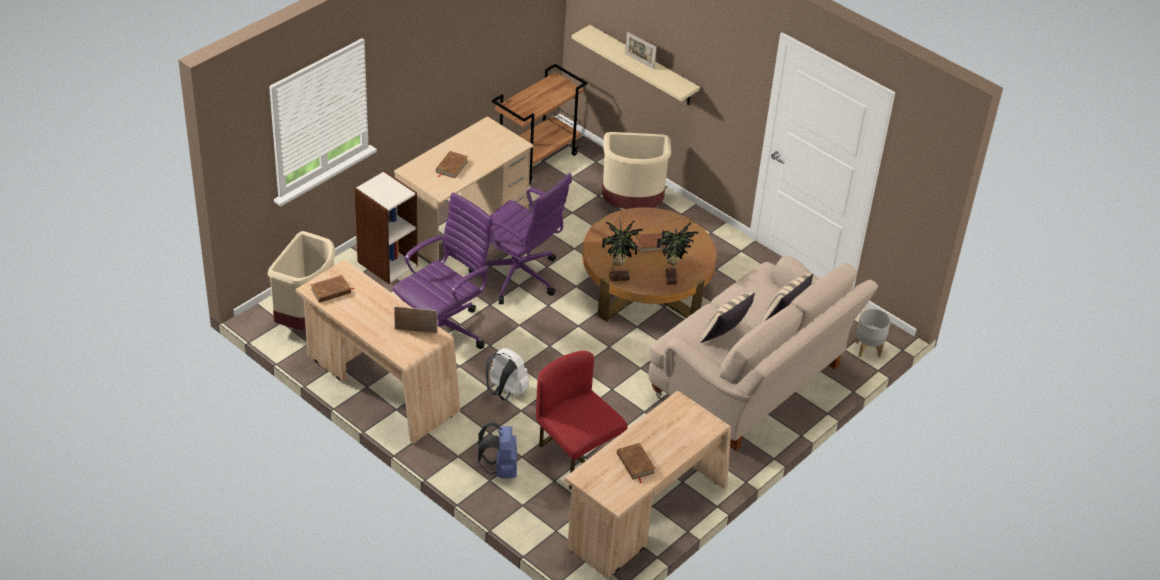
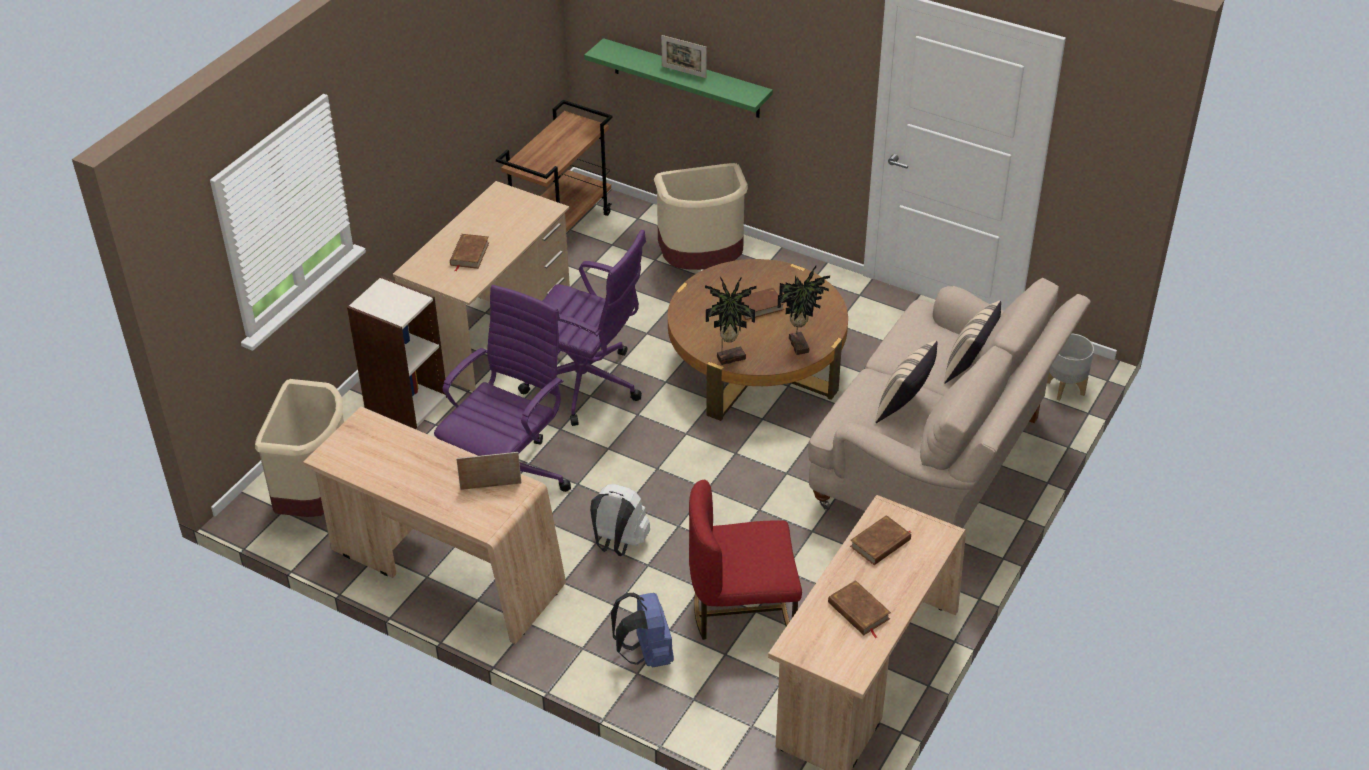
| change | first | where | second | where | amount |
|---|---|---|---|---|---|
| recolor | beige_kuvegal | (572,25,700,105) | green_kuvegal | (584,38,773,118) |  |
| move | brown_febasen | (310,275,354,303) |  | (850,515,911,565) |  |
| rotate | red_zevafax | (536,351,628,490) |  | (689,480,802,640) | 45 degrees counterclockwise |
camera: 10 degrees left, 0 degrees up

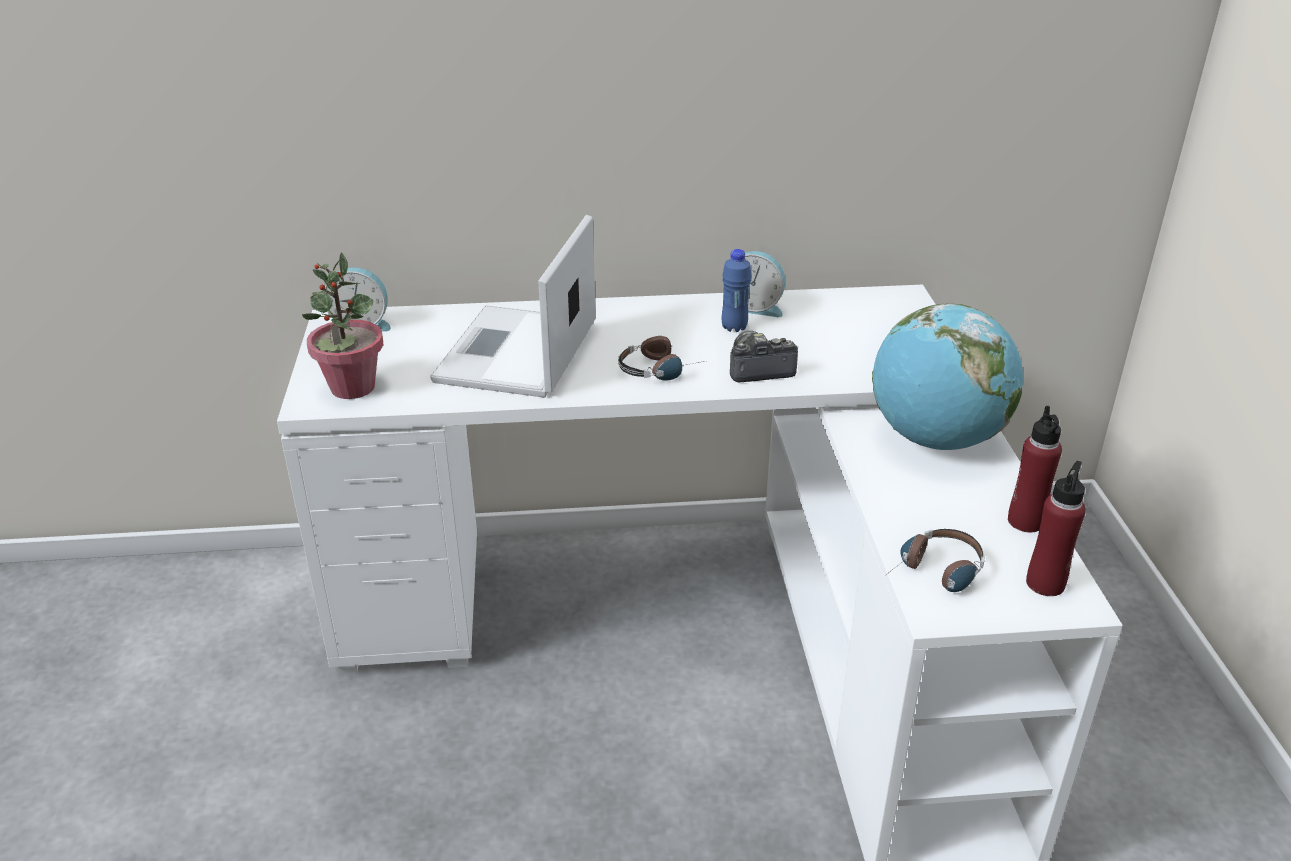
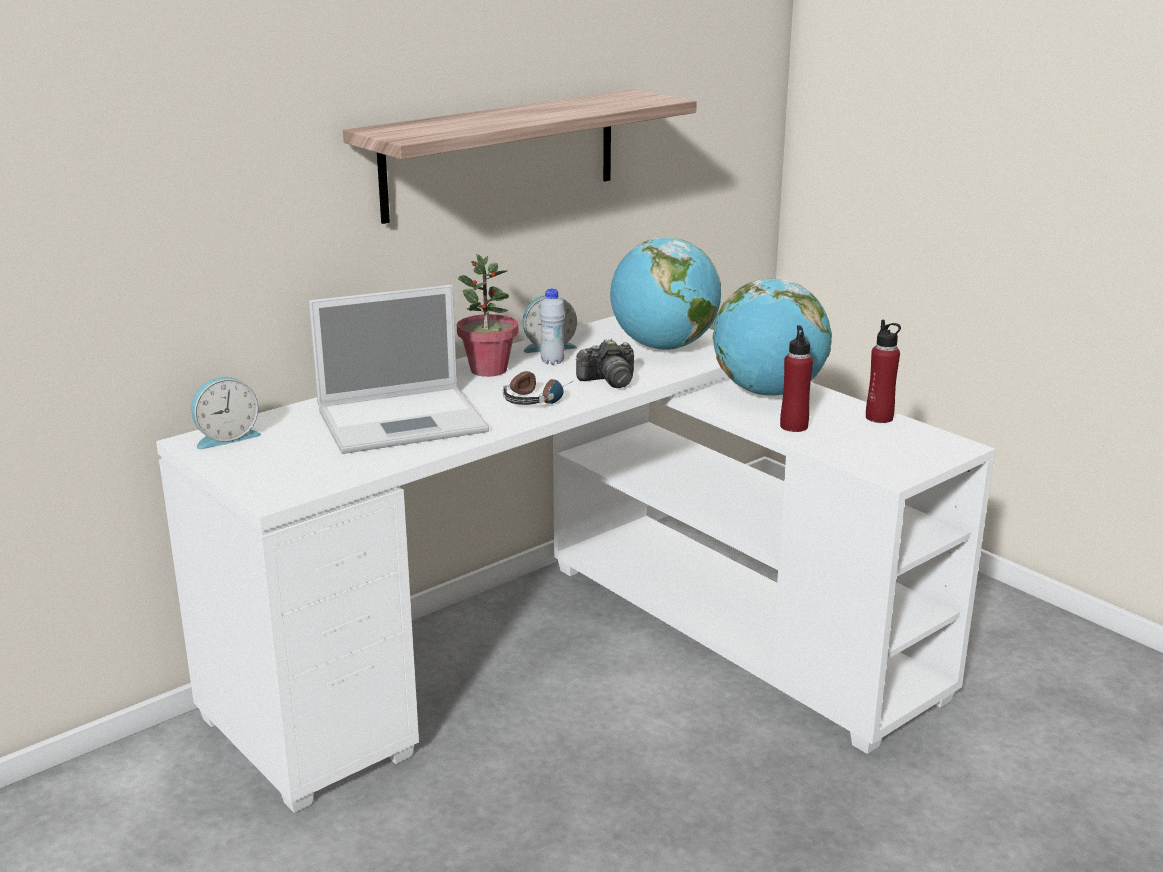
| change | first | where | second | where | amount |
|---|---|---|---|---|---|
| rotate | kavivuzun | (430,215,596,398) |  | (309,285,489,454) | 90 degrees counterclockwise |
| recolor | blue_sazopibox | (722,249,751,332) | white_sazopibox | (539,289,565,365) |  |
| move | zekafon | (302,252,383,399) |  | (457,254,518,377) |  |
| rotate | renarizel | (730,331,798,382) |  | (576,339,634,388) | 150 degrees counterclockwise |
| move | red_sazopibox | (1026,461,1086,596) |  | (780,325,813,432) |  |
| delete | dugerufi | (885,529,985,592) |  |  |  |
| insert |  |  | kuvegal | (343,90,697,224) |  |
| insert |  |  | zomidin | (610,237,721,350) |  |
camera: 35 degrees left, 10 degrees down

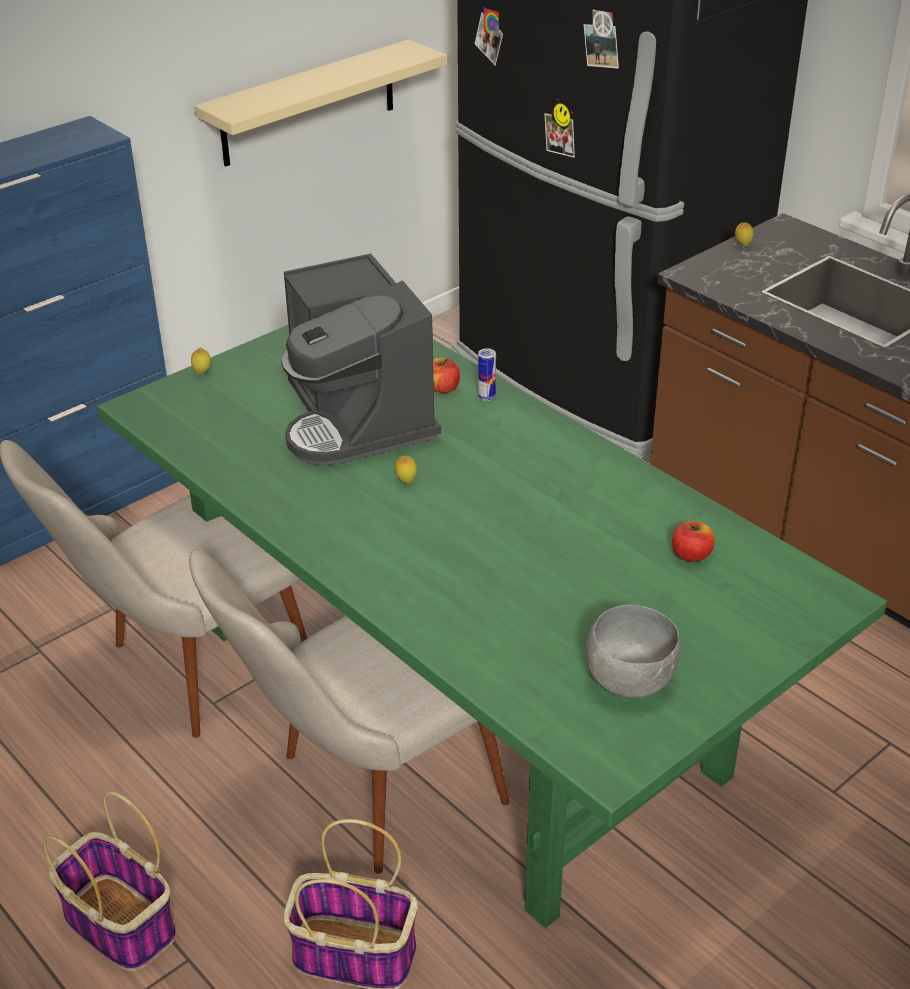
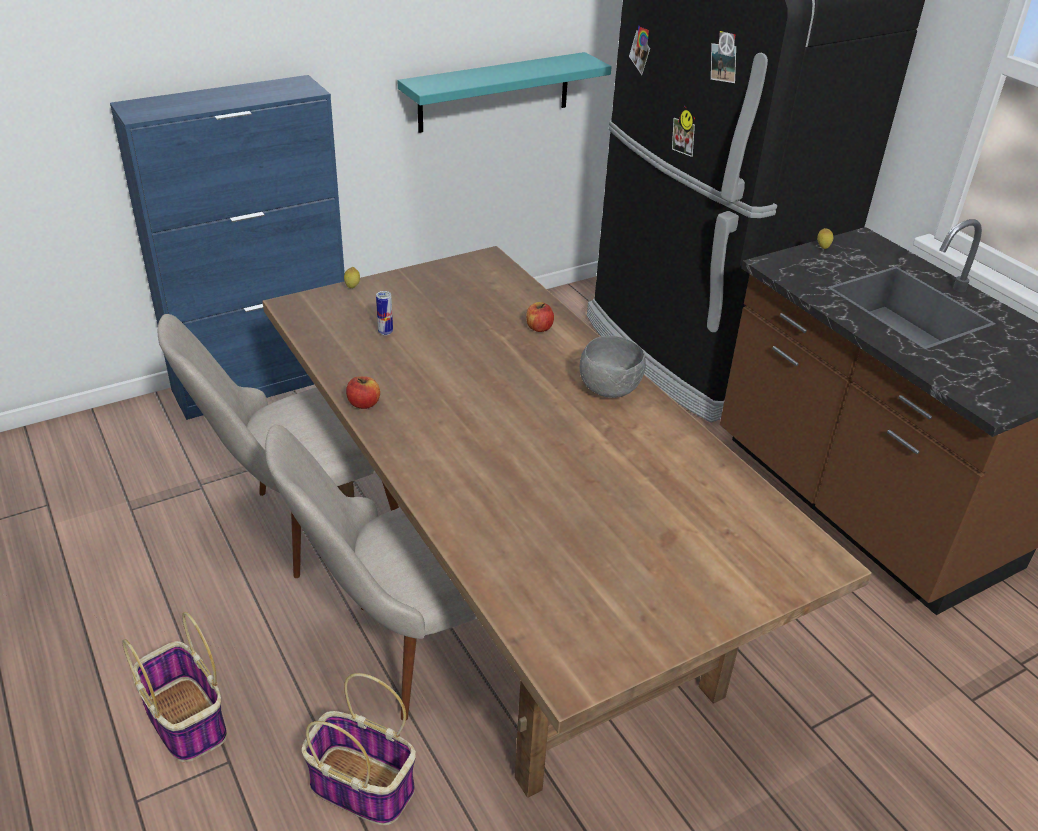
| change | first | where | second | where | amount |
|---|---|---|---|---|---|
| recolor | beige_kuvegal | (194,39,447,167) | turquoise_kuvegal | (397,52,612,133) |  |
| delete | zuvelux | (281,253,441,466) |  |  |  |
| recolor | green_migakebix | (97,325,887,928) | brown_migakebix | (262,246,872,798) |  |
| move | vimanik | (478,348,496,401) |  | (376,291,393,335) |  |
| delete | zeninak | (395,455,417,484) |  |  |  |
| move | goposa | (672,521,715,562) |  | (346,376,380,409) |  |
| move | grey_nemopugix | (585,605,681,698) |  | (579,335,646,398) |  |
camera: 10 degrees right, 0 degrees up

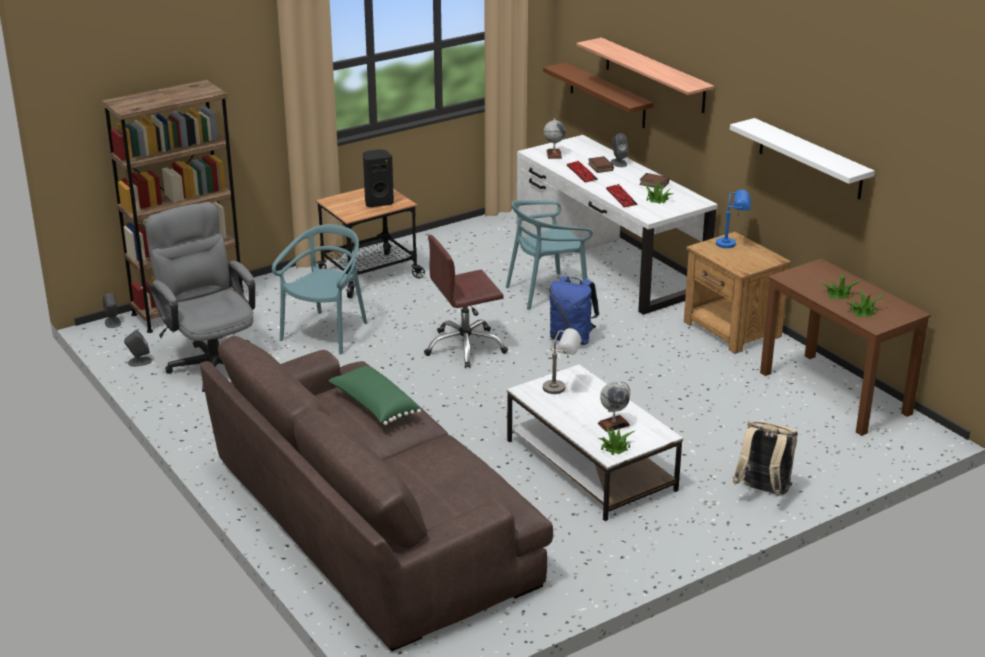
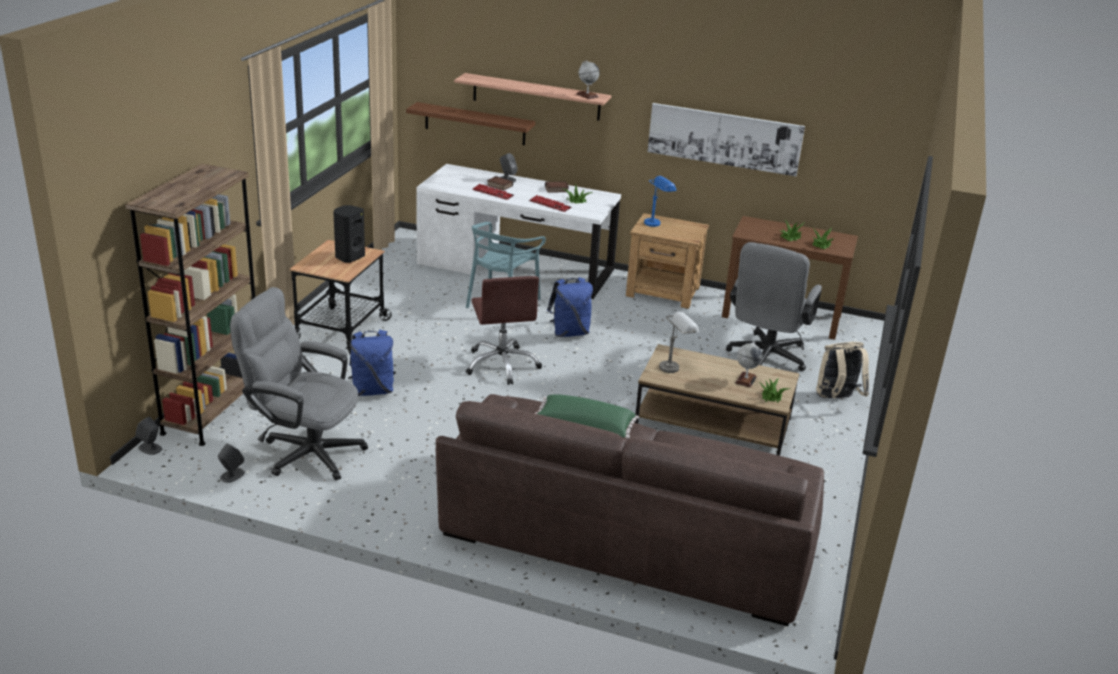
| change | first | where | second | where | amount |
|---|---|---|---|---|---|
| move | zomidin | (544,118,566,159) |  | (577,60,600,99) |  |
| replace | white_kuvegal | (730,118,875,200) | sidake | (648,103,805,176) |  |
| replace | turquoise_zevafax | (272,224,367,354) | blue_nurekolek | (348,330,396,396) |  |
| rotate | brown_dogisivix | (424,235,508,368) |  | (466,276,542,385) | 45 degrees counterclockwise |
| recolor | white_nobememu | (507,364,683,521) | brown_nobememu | (635,344,800,456) |  |
| insert |  |  | grey_dogisivix | (726,242,822,371) |  |
camera: 40 degrees left, 0 degrees up

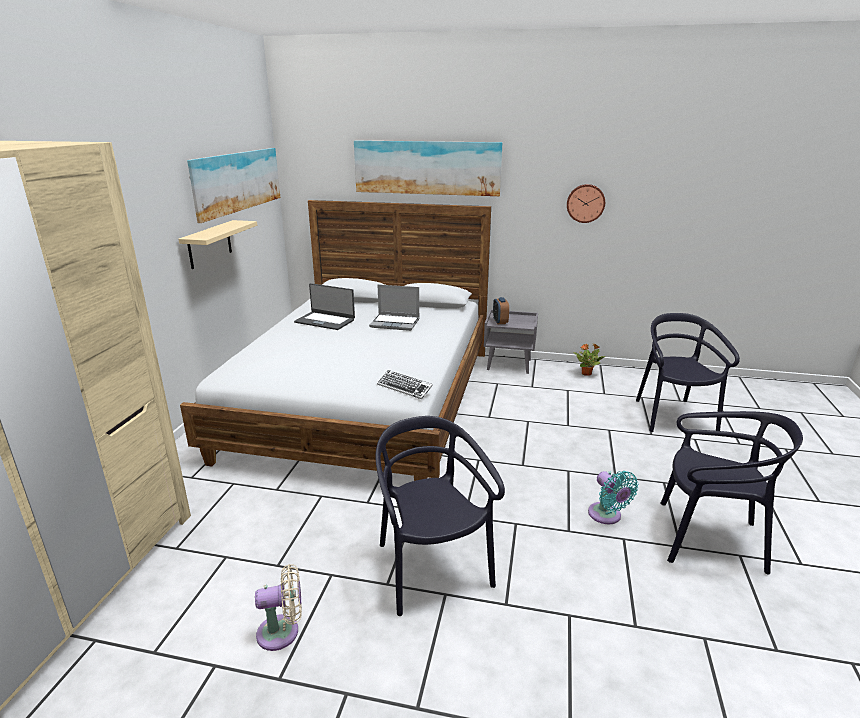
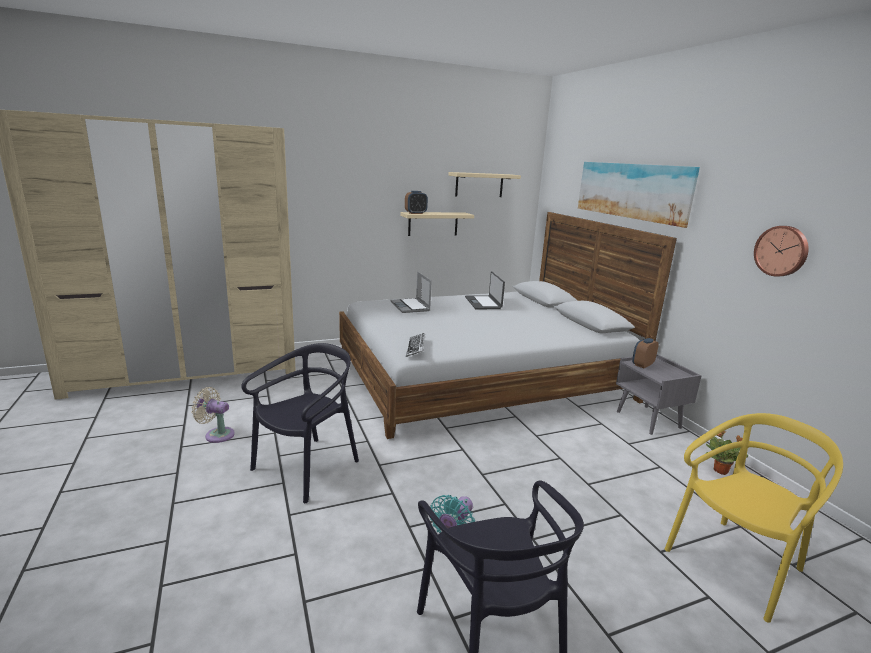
| change | first | where | second | where | amount |
|---|---|---|---|---|---|
| replace | sidake | (187,148,280,223) | beige_kuvegal | (448,172,521,197) |  |
| move | kavivuzun | (369,285,420,331) |  | (390,271,432,313) |  |
| recolor | black_zevafax | (636,313,740,432) | yellow_zevafax | (665,413,843,623) |  |
| rotate | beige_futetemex | (255,564,302,651) |  | (192,387,235,443) | 150 degrees clockwise |
| insert |  |  | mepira | (405,191,428,214) |  |
camera: 55 degrees right, 5 degrees down

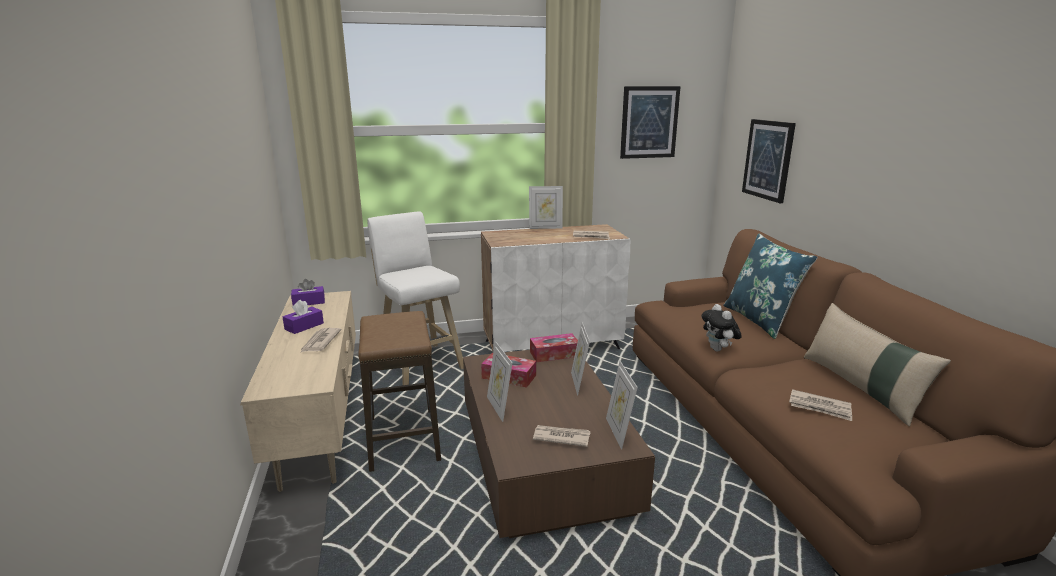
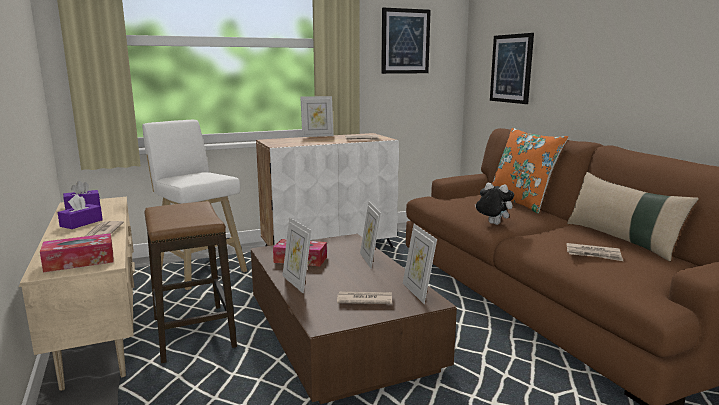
| change | first | where | second | where | amount |
|---|---|---|---|---|---|
| recolor | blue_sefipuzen | (723,234,818,339) | orange_sefipuzen | (492,127,569,214) |  |
| rotate | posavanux | (702,304,742,352) |  | (475,183,514,225) | 150 degrees clockwise |
| move | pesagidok | (530,333,578,362) |  | (40,233,114,272) |  |
camera: 10 degrees left, 5 degrees down

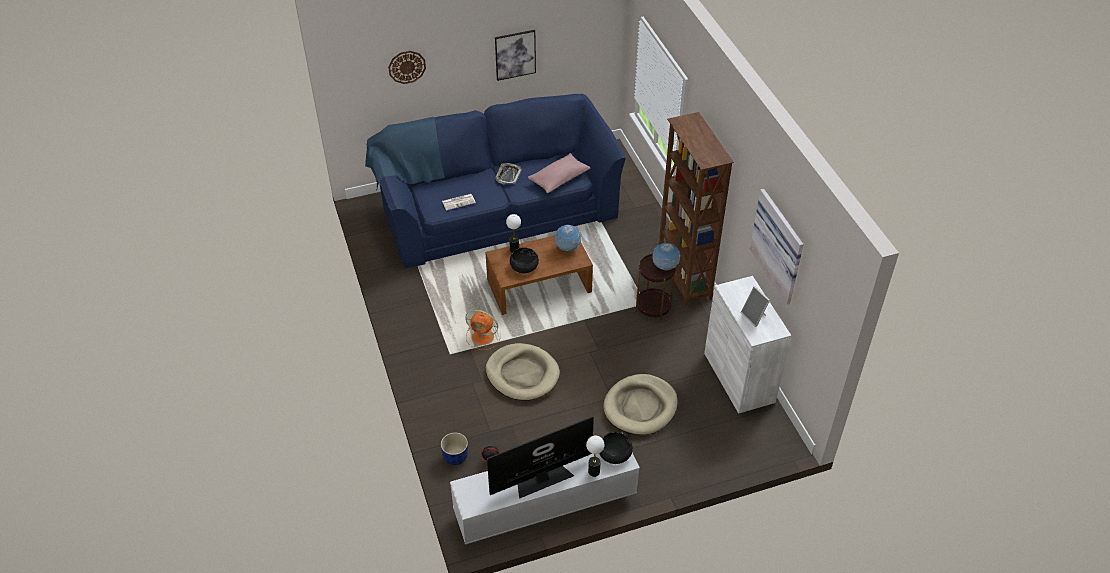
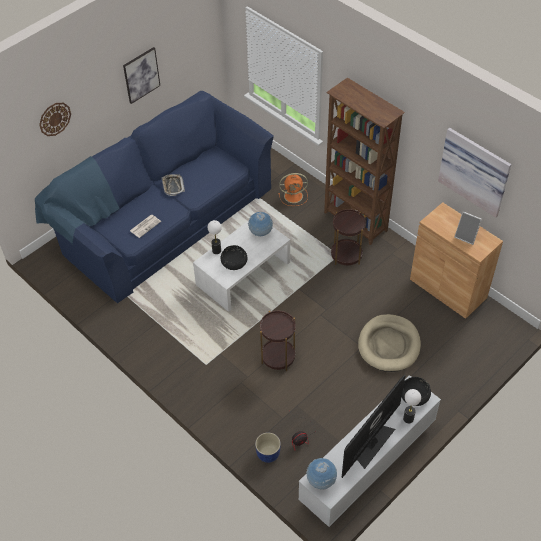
| change | first | where | second | where | amount |
|---|---|---|---|---|---|
| delete | pink_sefipuzen | (528,153,591,194) |  |  |  |
| recolor | brown_nobememu | (485,235,593,315) | white_nobememu | (193,221,290,312) |  |
| move | zomidin | (652,243,680,270) |  | (306,458,337,490) |  |
| recolor | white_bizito | (704,276,791,414) | brown_bizito | (410,202,503,319) |  |
| move | orange_futetemex | (465,309,501,350) |  | (278,173,308,206) |  |
| replace | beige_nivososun | (486,343,560,401) | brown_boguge | (260,311,296,371) |  |
camera: 25 degrees left, 5 degrees up

